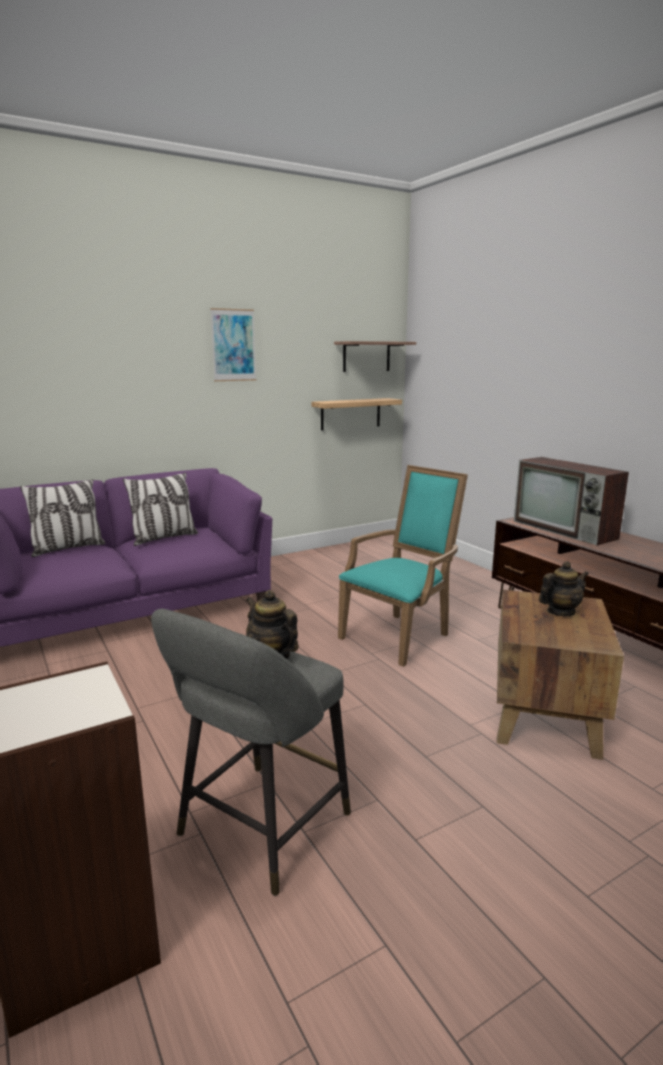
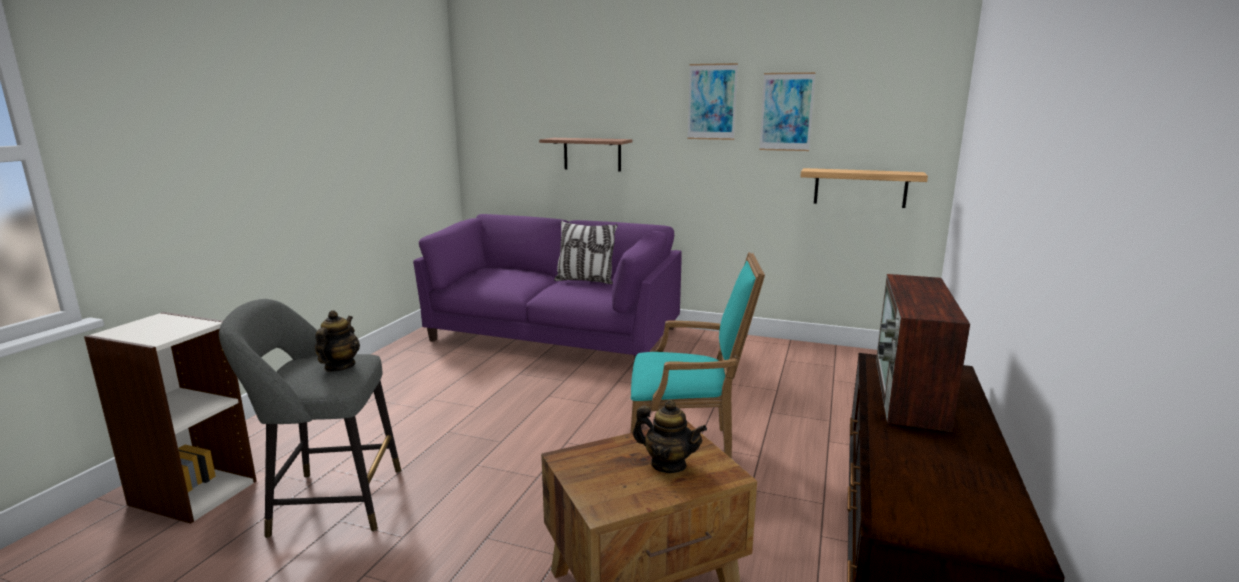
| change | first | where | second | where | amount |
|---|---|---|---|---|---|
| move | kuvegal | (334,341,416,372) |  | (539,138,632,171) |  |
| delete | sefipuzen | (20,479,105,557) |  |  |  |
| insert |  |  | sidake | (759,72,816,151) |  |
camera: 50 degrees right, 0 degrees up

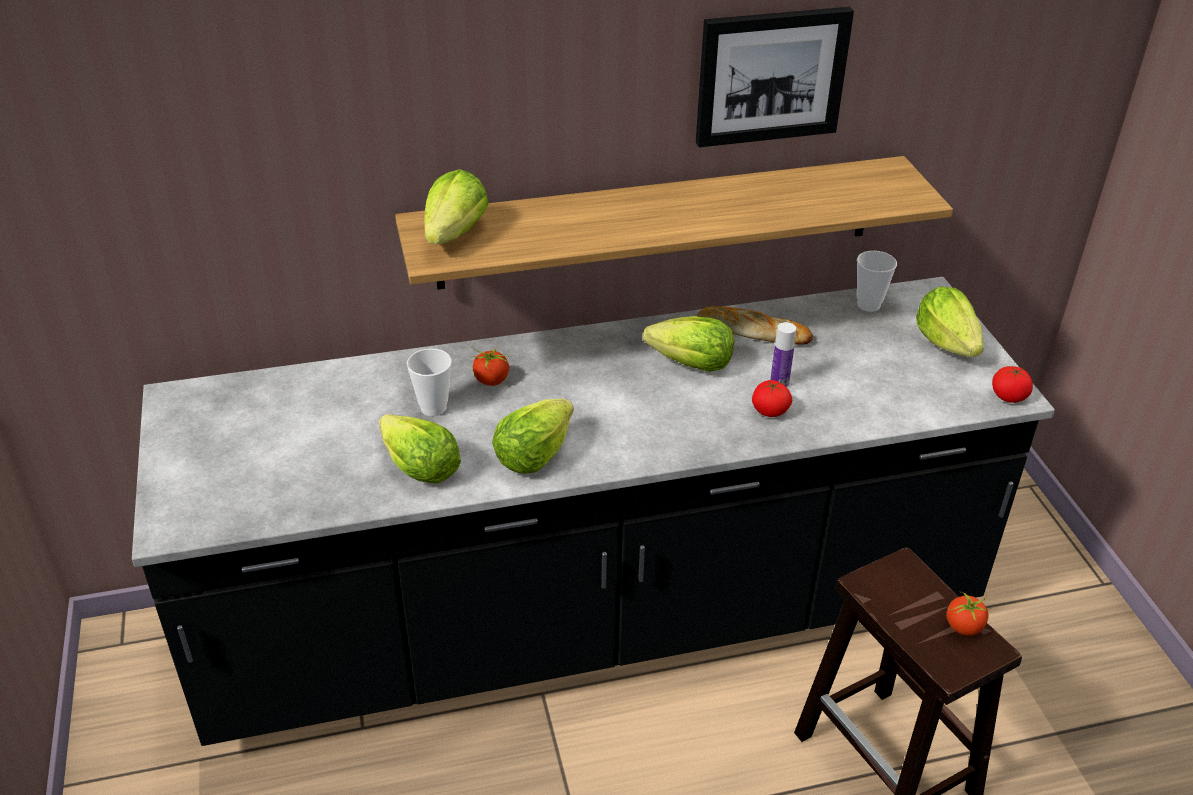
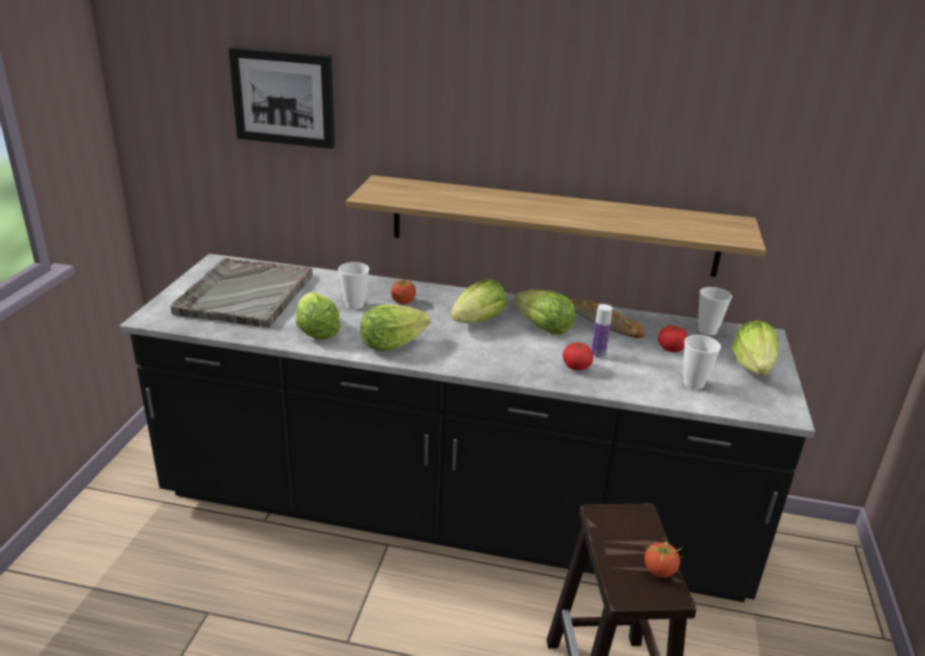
| change | first | where | second | where | amount |
|---|---|---|---|---|---|
| move | sidake | (696,7,854,147) |  | (228,47,335,149) |  |
| move | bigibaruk | (424,170,489,244) |  | (451,279,507,323) |  |
| move | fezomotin | (992,366,1033,403) |  | (658,325,688,352) |  |
| insert |  |  | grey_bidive | (170,258,313,328) |  |
| insert |  |  | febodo | (683,335,721,389) |  |
camera: 25 degrees right, 10 degrees down

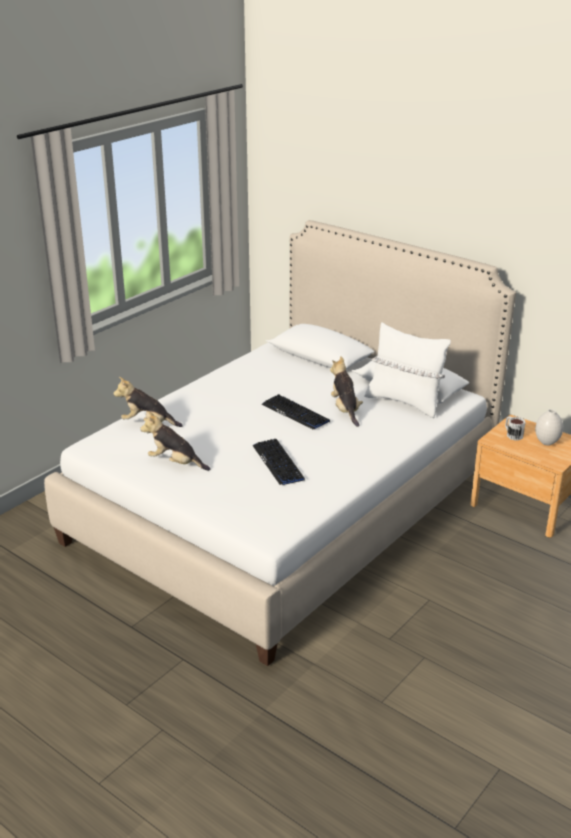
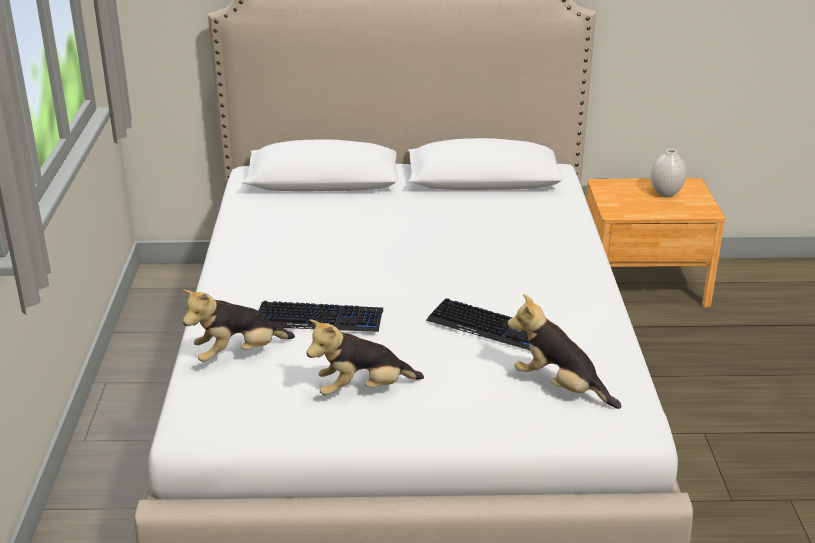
| change | first | where | second | where | amount |
|---|---|---|---|---|---|
| delete | white_sefipuzen | (364,322,451,418) |  |  |  |
| move | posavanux | (330,356,363,427) |  | (507,294,621,409) |  |
| move | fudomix | (261,394,330,429) |  | (259,301,383,332) |  |
| delete | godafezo | (505,416,526,440) |  |  |  |
camera: 40 degrees left, 0 degrees up

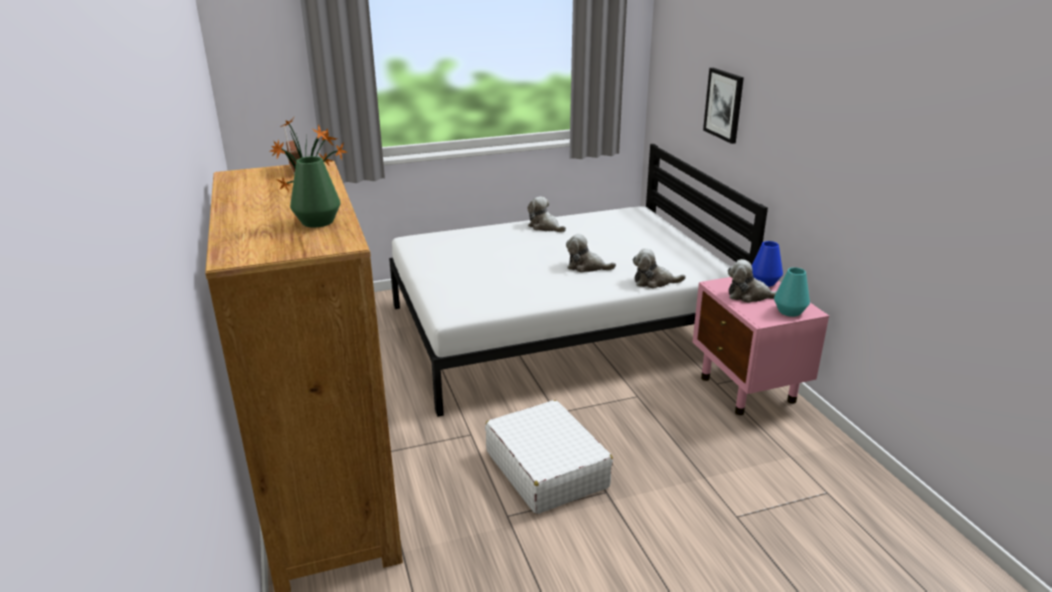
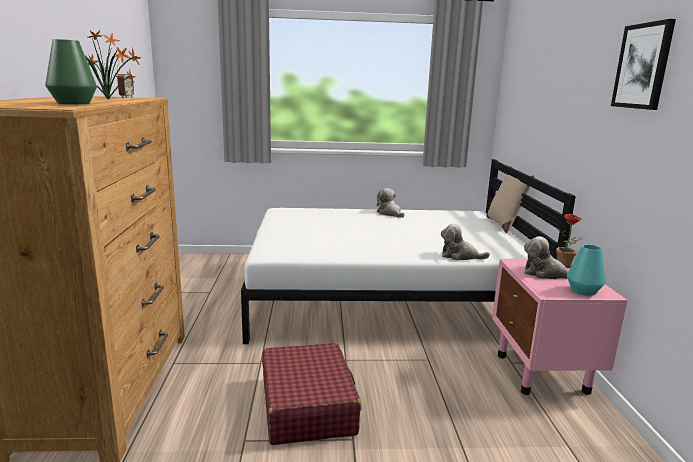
| change | first | where | second | where | amount |
|---|---|---|---|---|---|
| move | sidake | (703,68,744,144) |  | (611,19,676,110) |  |
| delete | posavanux | (566,234,616,273) |  |  |  |
| replace | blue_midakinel | (752,241,783,287) | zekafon | (556,214,582,268) |  |
| recolor | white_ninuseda | (485,400,613,514) | red_ninuseda | (262,343,362,445) |  |
| insert |  |  | beige_sefipuzen | (487,166,535,233) |  |
camera: 15 degrees right, 10 degrees down

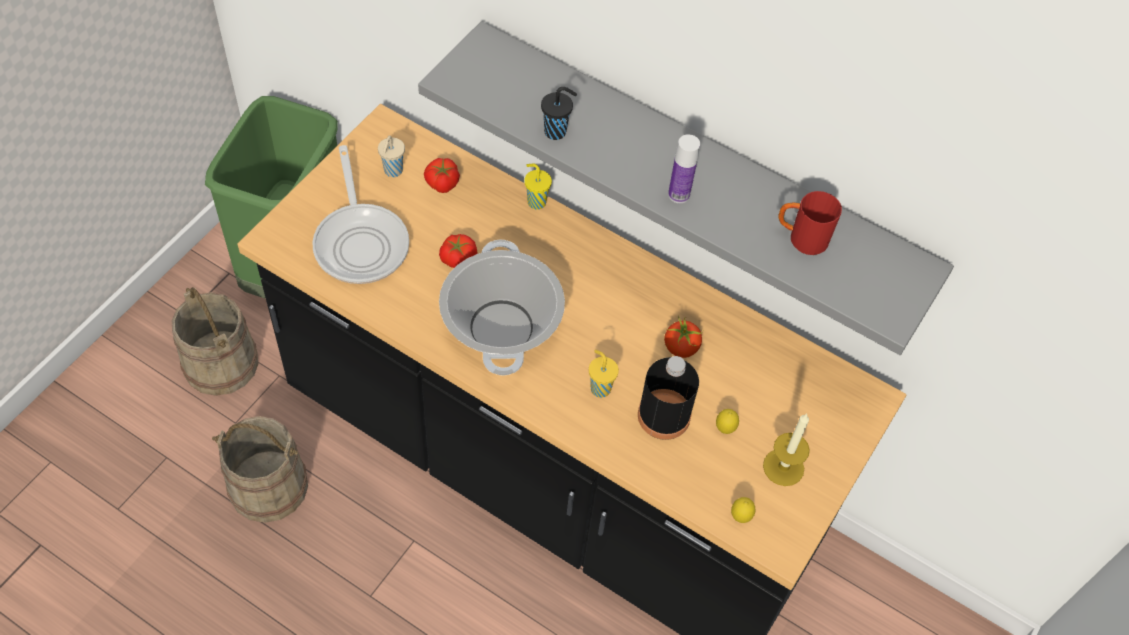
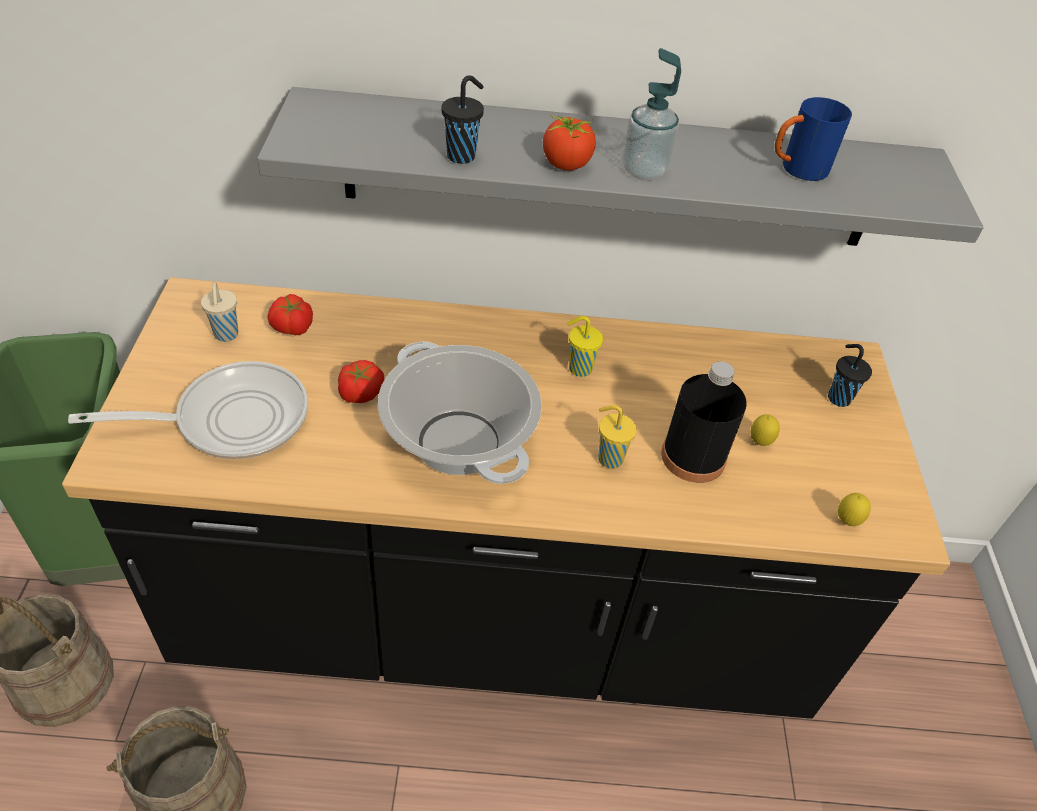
| change | first | where | second | where | amount |
|---|---|---|---|---|---|
| replace | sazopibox | (668,134,700,203) | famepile | (622,48,681,181) |  |
| rotate | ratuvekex | (312,145,409,284) |  | (68,361,308,459) | 60 degrees counterclockwise |
| move | yellow_febodo | (524,164,552,210) |  | (567,316,603,377) |  |
| recolor | red_godafezo | (778,191,842,255) | blue_godafezo | (775,97,852,181) |  |
| move | fezomotin | (664,316,704,358) |  | (543,114,598,171) |  |
| delete | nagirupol | (763,414,810,486) |  |  |  |
| insert |  |  | black_febodo | (828,344,872,407) |  |
camera: 30 degrees left, 10 degrees down

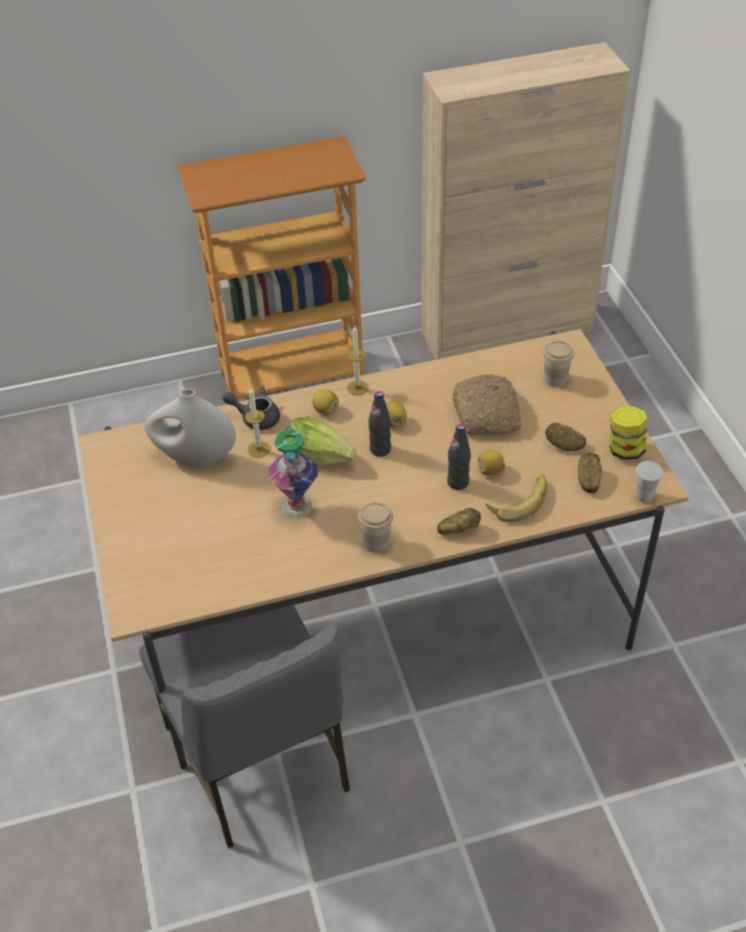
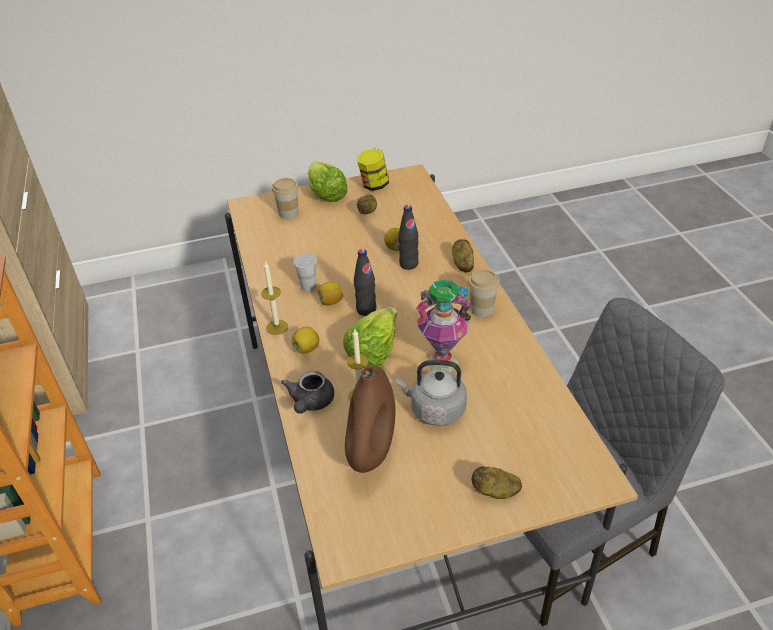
| change | first | where | second | where | amount |
|---|---|---|---|---|---|
| delete | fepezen | (452,374,521,435) |  |  |  |
| recolor | white_midakinel | (145,389,236,468) | brown_midakinel | (345,366,396,473) |  |
| move | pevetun | (578,452,602,493) |  | (472,466,522,499) |  |
| move | white_febodo | (635,461,663,503) |  | (293,253,317,291) |  |
| delete | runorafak | (486,474,547,522) |  |  |  |
| insert |  |  | bigibaruk | (308,161,348,202) |  |
| insert |  |  | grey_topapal | (396,360,467,426) |  |
camera: 90 degrees left, 5 degrees down

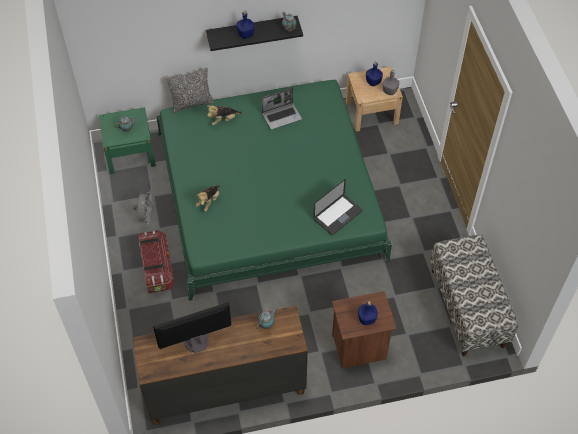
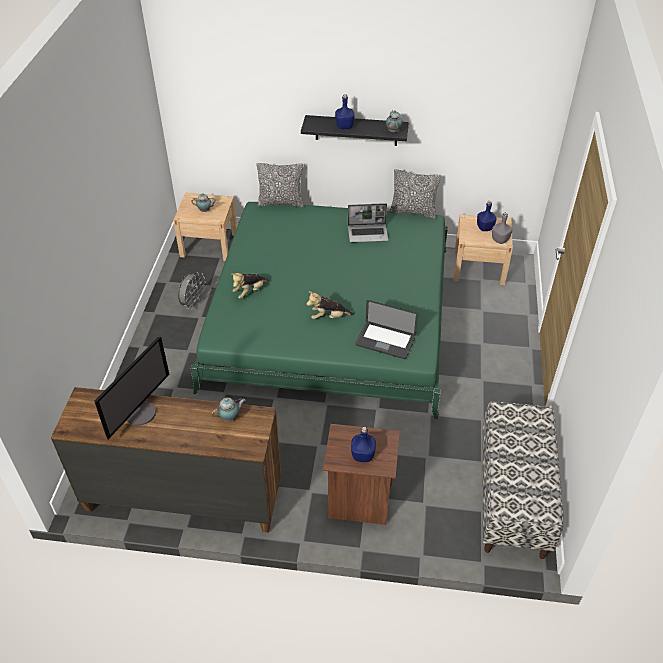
| change | first | where | second | where | amount |
|---|---|---|---|---|---|
| move | posavanux | (207,105,242,125) |  | (306,291,354,319) |  |
| recolor | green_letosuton | (99,107,156,174) | beige_letosuton | (173,193,237,261) |  |
| rotate | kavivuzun | (313,179,363,235) |  | (355,300,418,359) | 45 degrees clockwise |
| delete | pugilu | (138,230,174,293) |  |  |  |
| rotate | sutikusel | (153,302,231,353) |  | (94,337,169,439) | 120 degrees clockwise |
| insert |  |  | sefipuzen | (389,169,441,219) |  |
camera: 20 degrees right, 10 degrees down

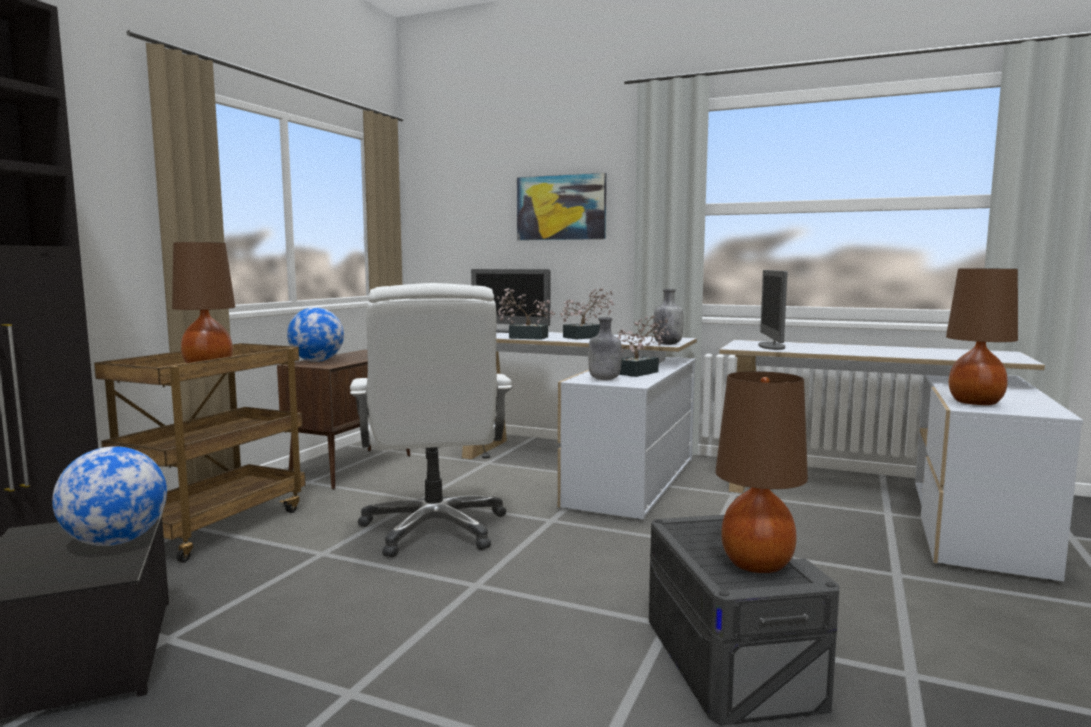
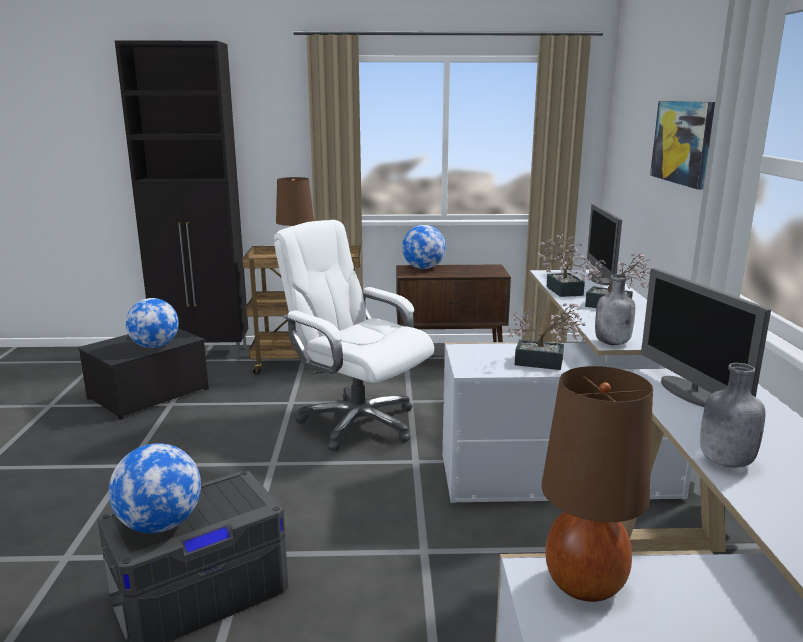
| change | first | where | second | where | amount |
|---|---|---|---|---|---|
| rotate | sutikusel | (758,270,788,350) |  | (641,268,771,407) | 90 degrees counterclockwise |
| rotate | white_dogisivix | (350,283,512,557) |  | (274,220,434,451) | 75 degrees clockwise |
| move | grey_sazopibox | (588,317,622,380) |  | (700,363,766,468) |  |
| replace | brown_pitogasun | (715,371,808,573) | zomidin | (109,443,201,533) |  |
camera: 65 degrees right, 10 degrees up

